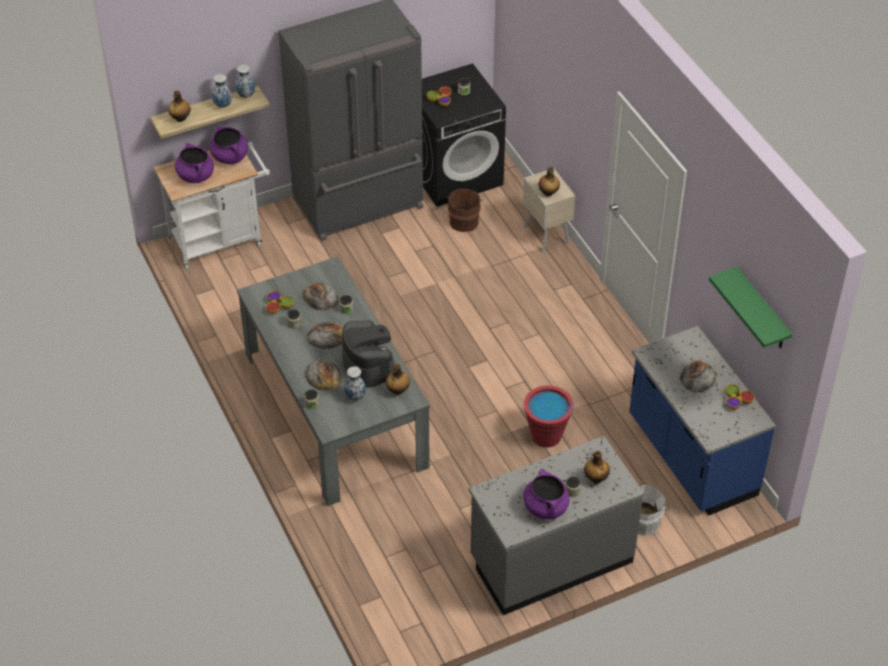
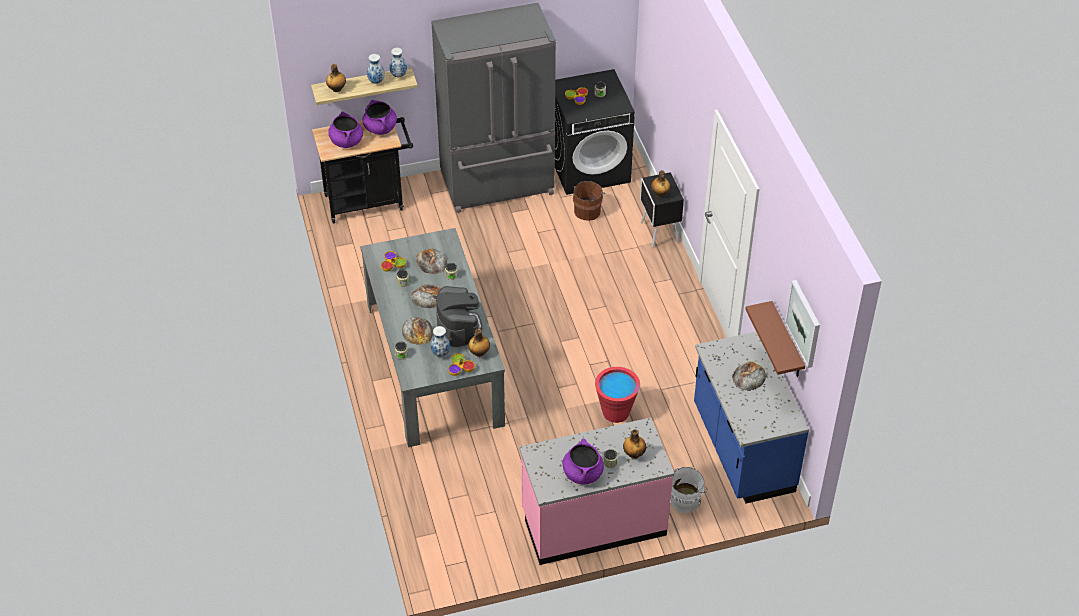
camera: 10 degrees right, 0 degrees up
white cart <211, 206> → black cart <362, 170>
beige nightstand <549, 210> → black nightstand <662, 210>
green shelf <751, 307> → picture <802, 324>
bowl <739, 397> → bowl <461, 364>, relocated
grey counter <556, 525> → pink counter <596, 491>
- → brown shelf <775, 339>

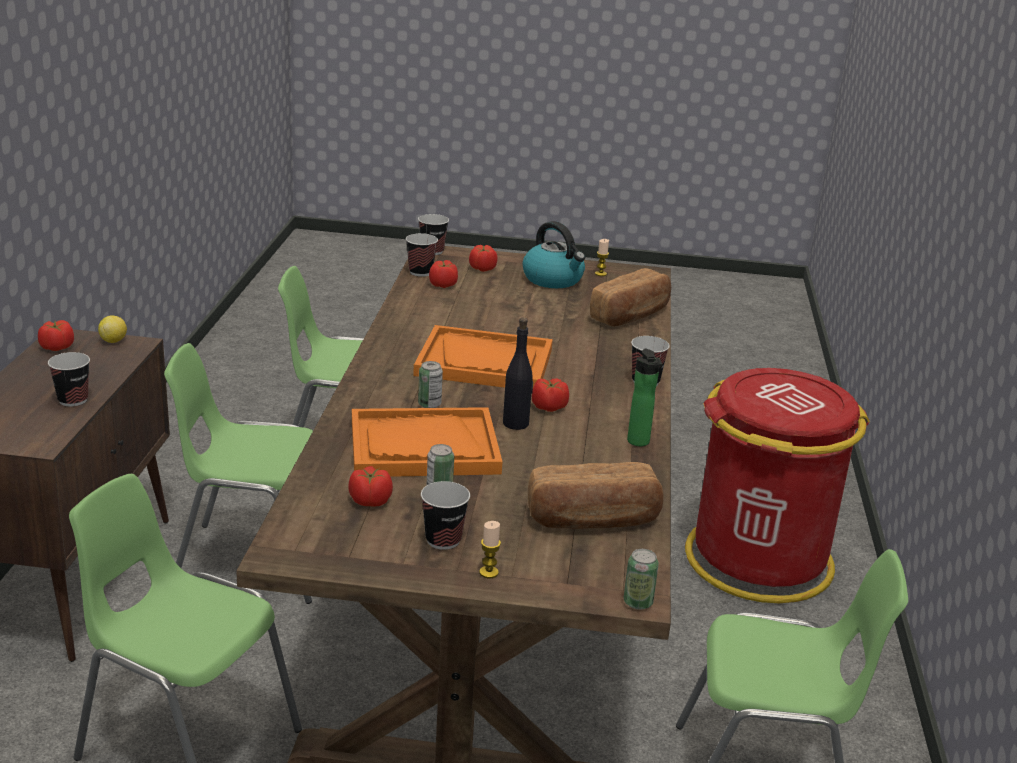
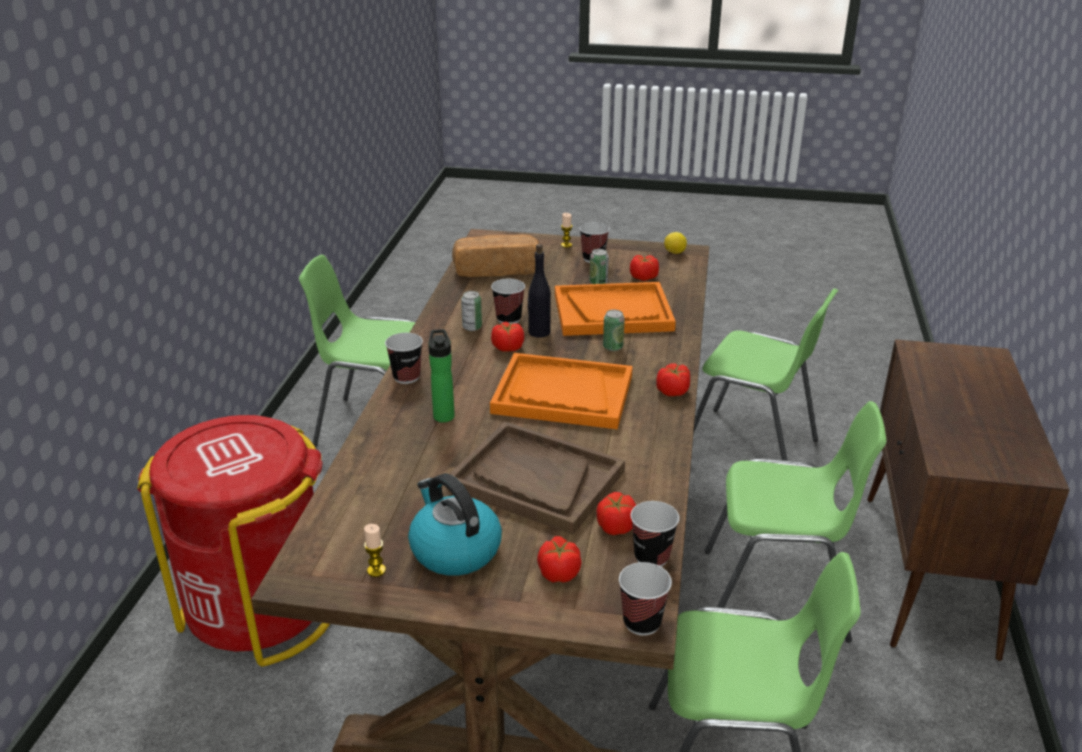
camera: 175 degrees left, 5 degrees up
bread <630, 297> → -
lemon <112, 329> → lemon <675, 243>, relocated
tomato <56, 335> → tomato <673, 379>, relocated
bottle <644, 397> → bottle <441, 376>, relocated
cup <69, 379> → cup <508, 301>, relocated
can <641, 579> → can <471, 311>, relocated
- → brown tray <535, 478>

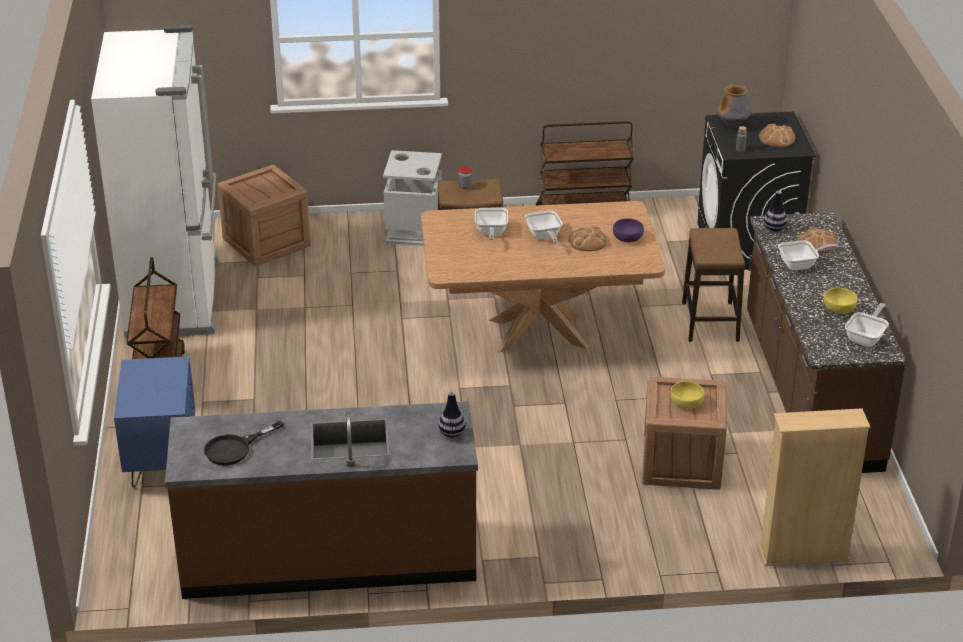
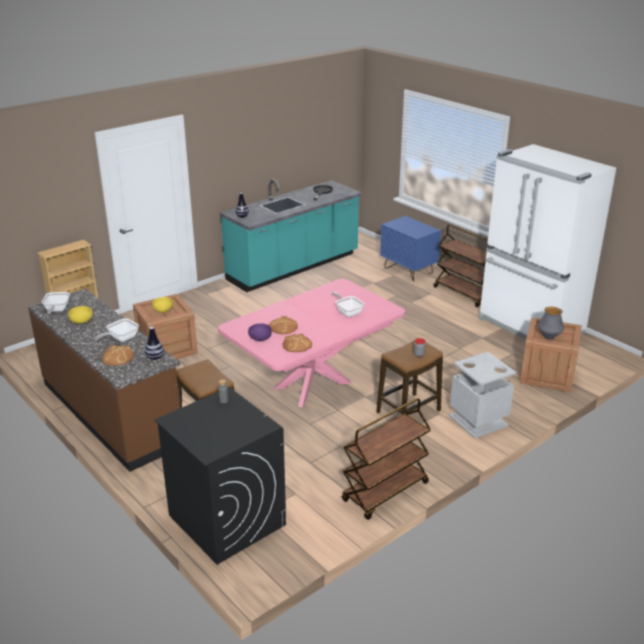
camera: 145 degrees right, 5 degrees down
vase <734, 106> → vase <551, 323>, relocated
bread <777, 135> → bread <297, 342>, relocated
brown dining table <543, 277> → pink dining table <311, 343>
frying pan <544, 227> → -
brown counter <321, 500> → turquoise counter <291, 235>

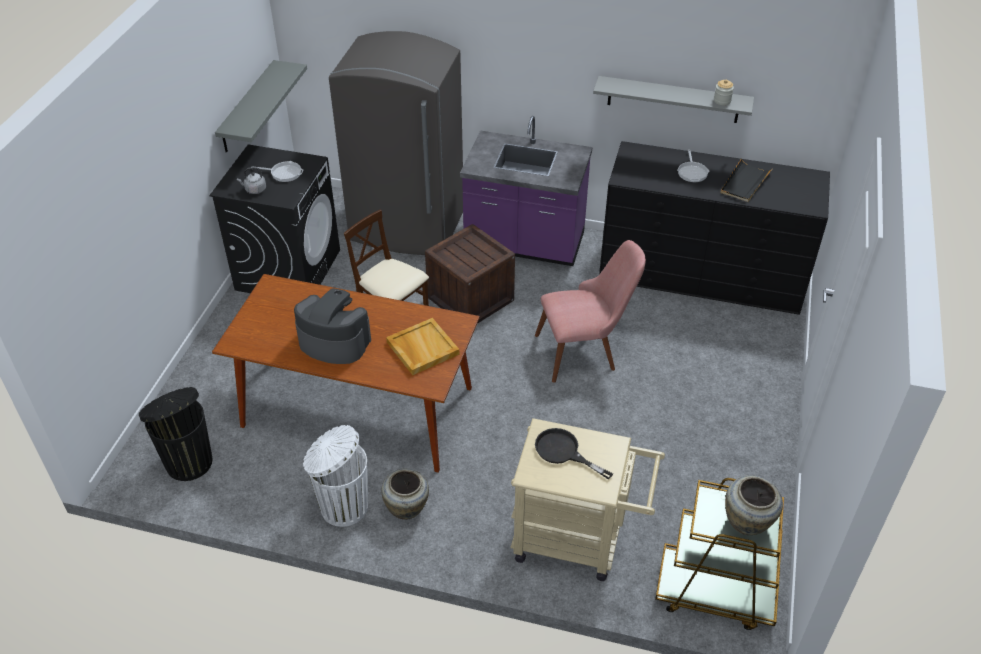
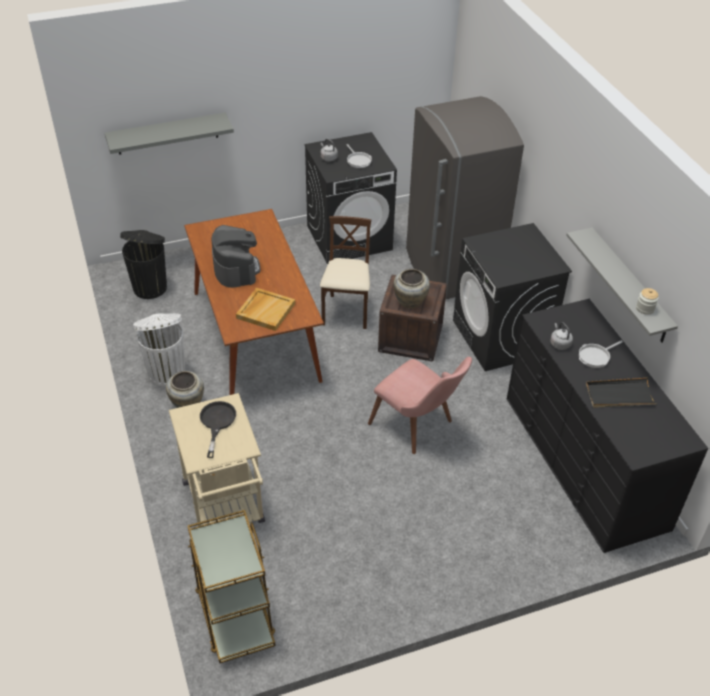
camera: 55 degrees right, 0 degrees up
grey shelf <261, 106> → grey shelf <169, 134>, relocated
purple counter <526, 191> → black washing machine <512, 297>
beige vase <754, 505> → beige vase <411, 289>, relocated
- → grey kettle <561, 336>

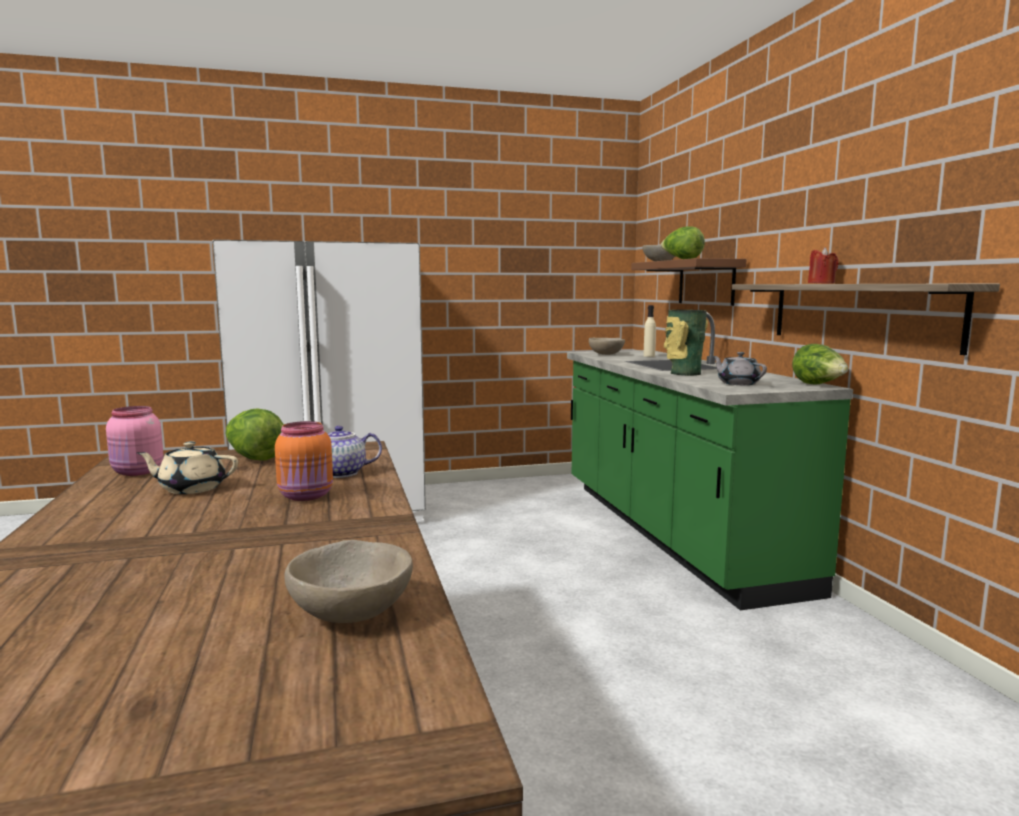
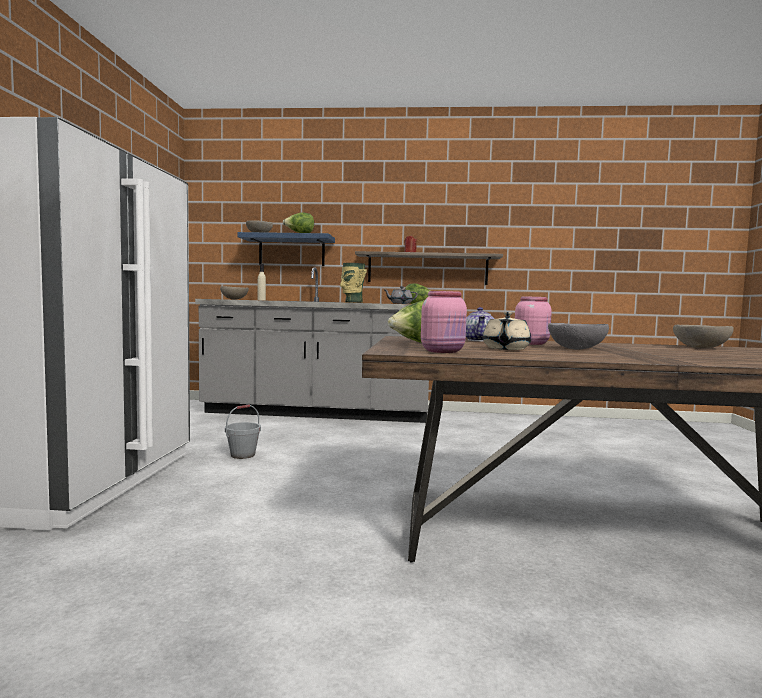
camera: 70 degrees left, 5 degrees down
brown shelf <689, 282> → blue shelf <286, 249>
green counter <710, 462> → grey counter <312, 345>
orange jar <304, 461> → pink jar <533, 321>
- → grey bowl <578, 336>
- → grey bucket <243, 432>

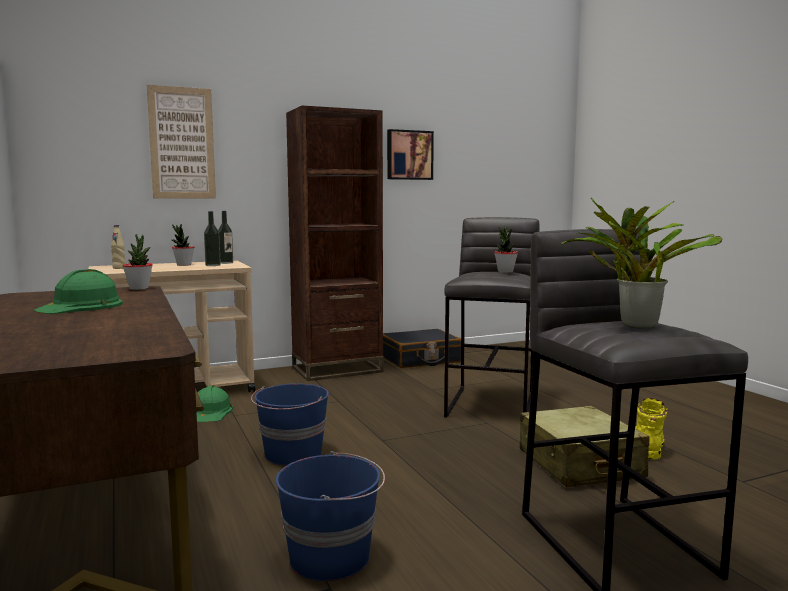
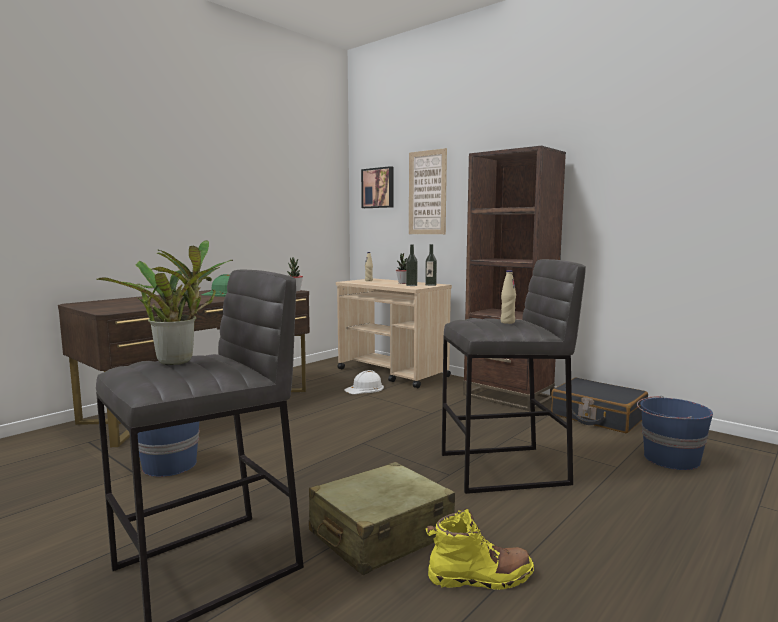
camera: 65 degrees right, 0 degrees up
picture <410, 154> → picture <377, 187>, relocated
potted plant <506, 250> → beige bottle <508, 297>
blue bucket <290, 424> → blue bucket <675, 432>, relocated
green hard hat <214, 403> → white hard hat <364, 382>

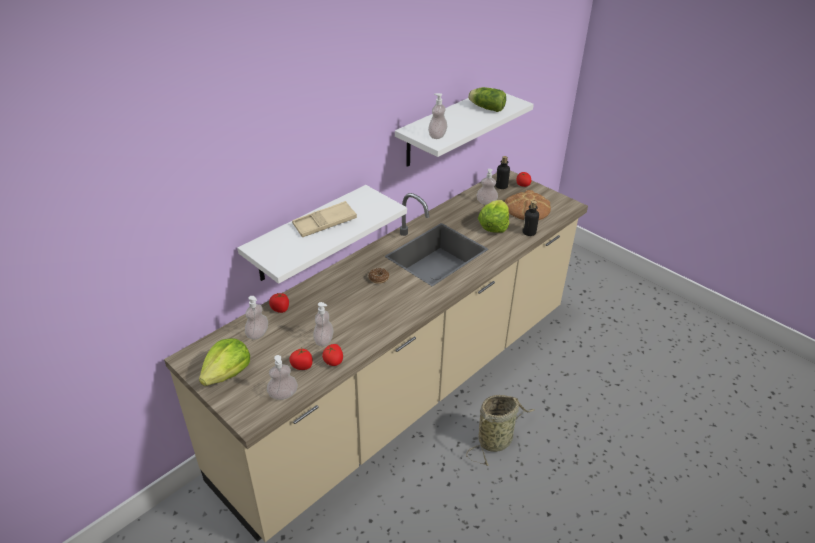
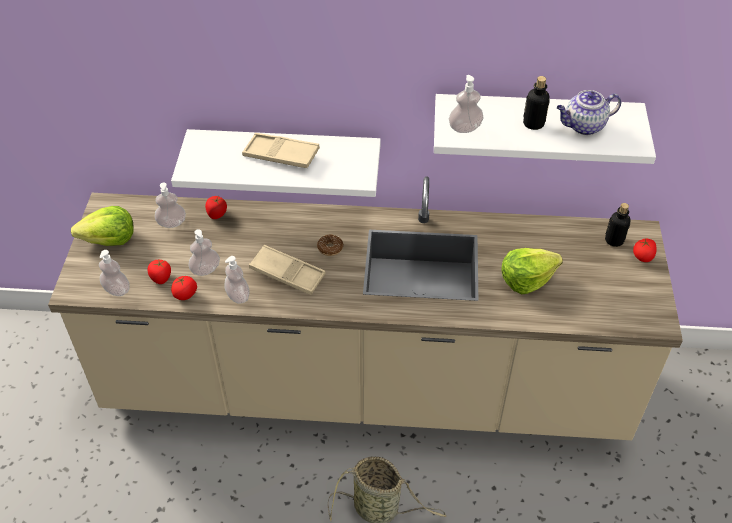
camera: 50 degrees right, 10 degrees up
lettuce <487, 99> → teapot <589, 112>
soap dispenser <487, 187> → soap dispenser <237, 280>, relocated
bread <528, 205> → -
bottle <530, 218> → bottle <536, 103>, relocated
- → beige tray <287, 270>

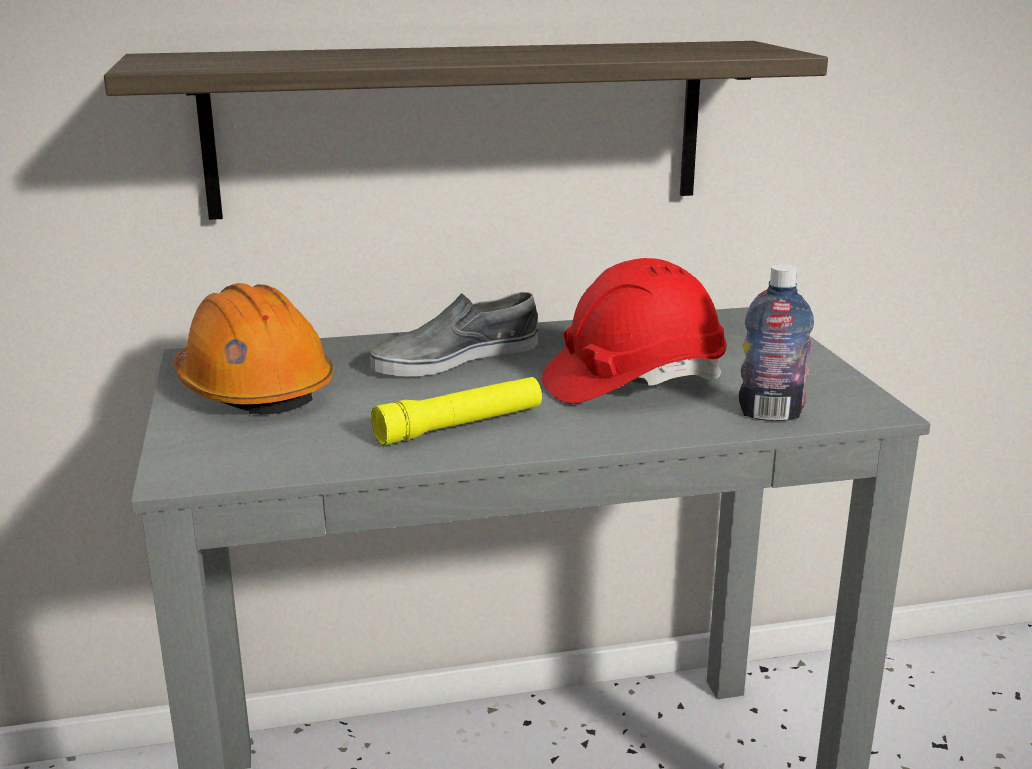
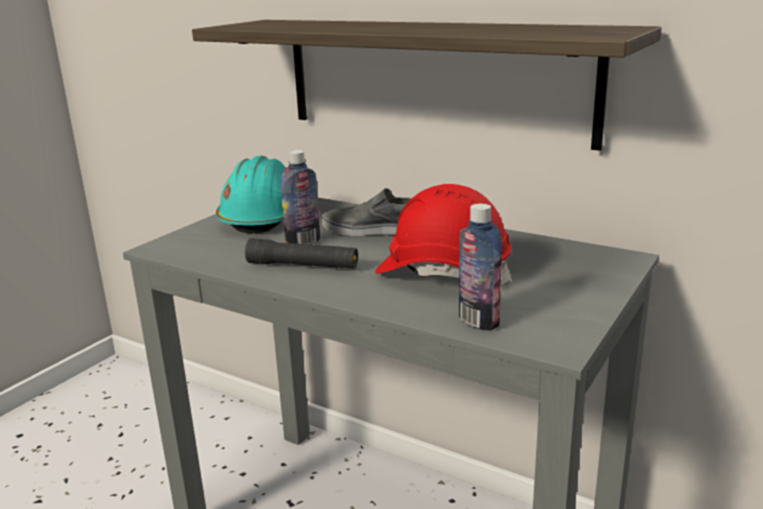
camera: 45 degrees right, 0 degrees up
orange hard hat <253, 349> → turquoise hard hat <251, 195>
yellow flashlight <456, 411> → black flashlight <301, 253>
- → bottle <300, 197>

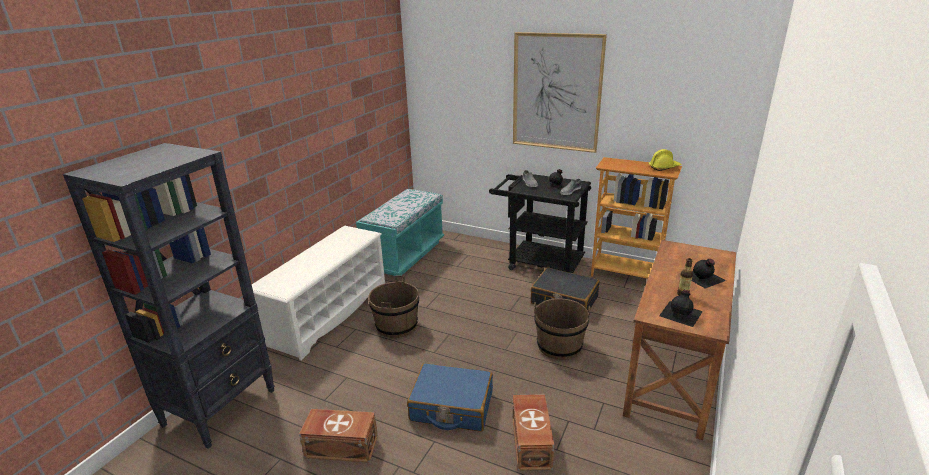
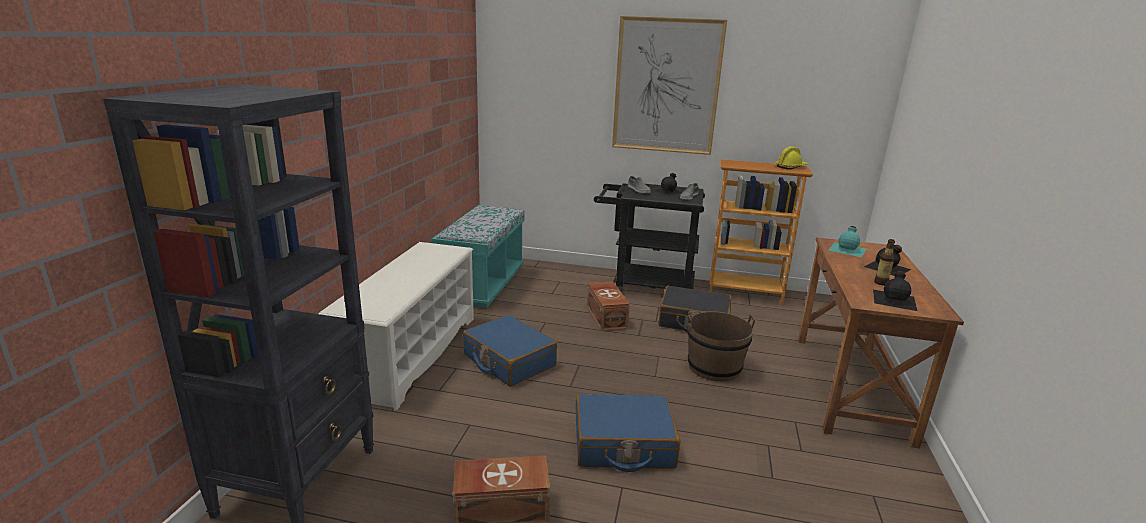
camera: 15 degrees left, 5 degrees down
brown bucket <393, 307> → blue suitcase <510, 351>
brown storage box <533, 432> → brown storage box <608, 306>, relocated
- → turquoise bottle <847, 241>

